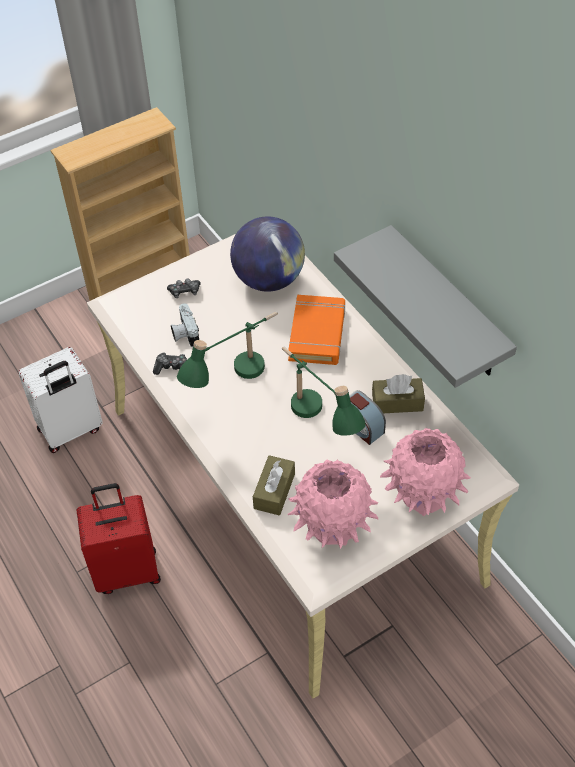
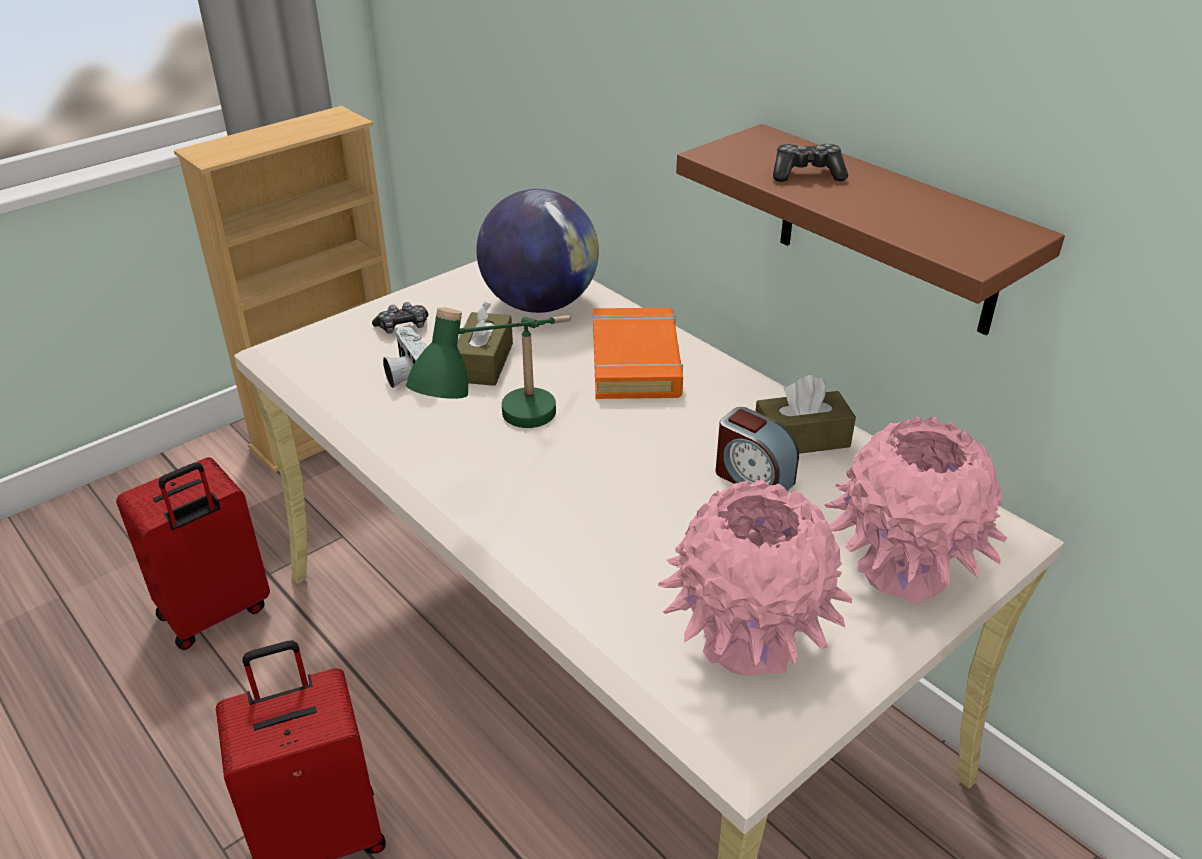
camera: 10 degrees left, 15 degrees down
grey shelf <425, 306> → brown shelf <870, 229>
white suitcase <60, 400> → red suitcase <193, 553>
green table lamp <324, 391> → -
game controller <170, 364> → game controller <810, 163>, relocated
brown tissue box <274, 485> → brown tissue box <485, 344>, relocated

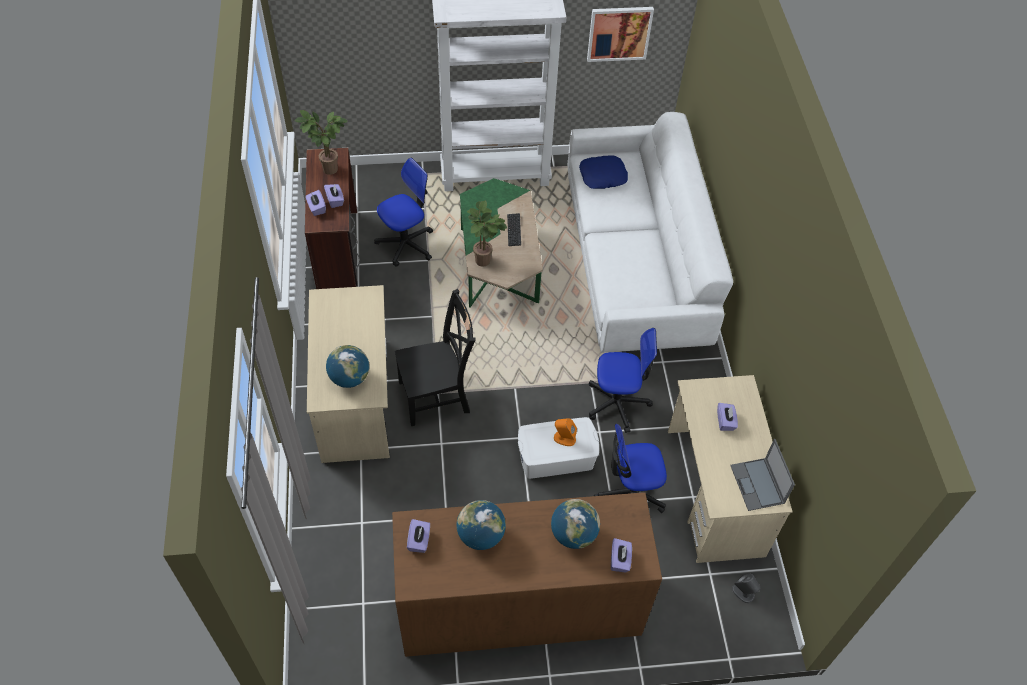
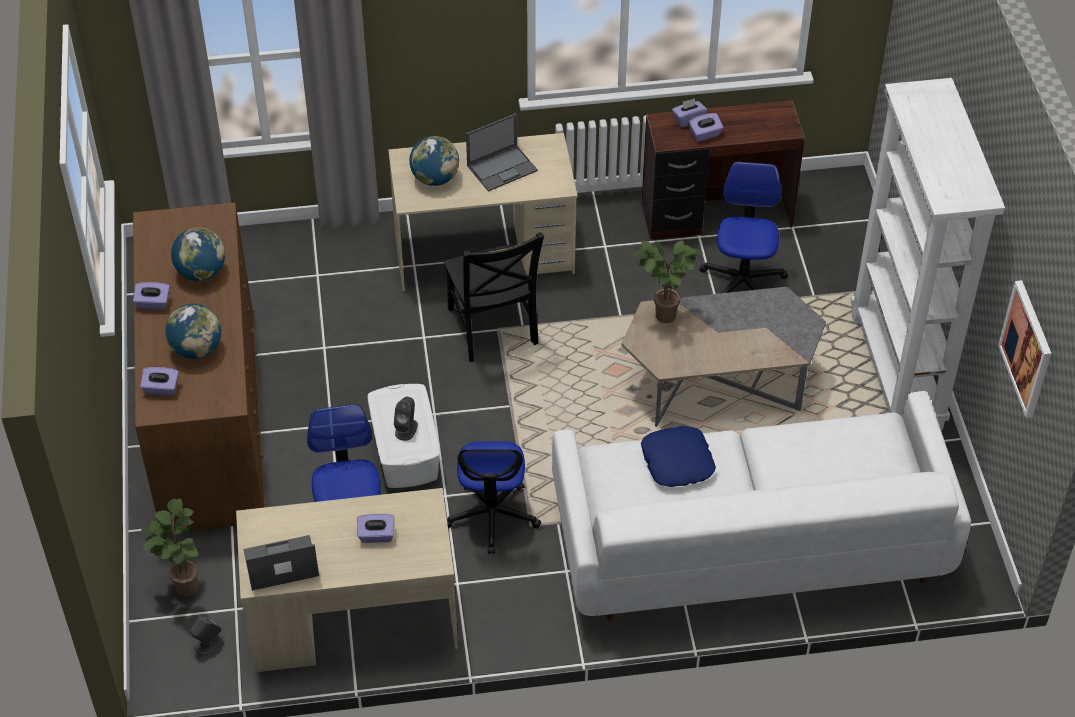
camera: 90 degrees right, 5 degrees down
potted plant <321, 142> → potted plant <169, 547>, relocated
blue pillow <603, 172> → blue pillow <678, 456>, relocated
office chair <403, 212> → office chair <743, 227>, 135 degrees counterclockwise
green coffee table <501, 243> → grey coffee table <723, 357>
keyboard <514, 229> → -
orange speaker <565, 432> → grey speaker <406, 419>
purple tissue box <418, 536> → purple tissue box <151, 296>, relocated
- → laptop <502, 152>

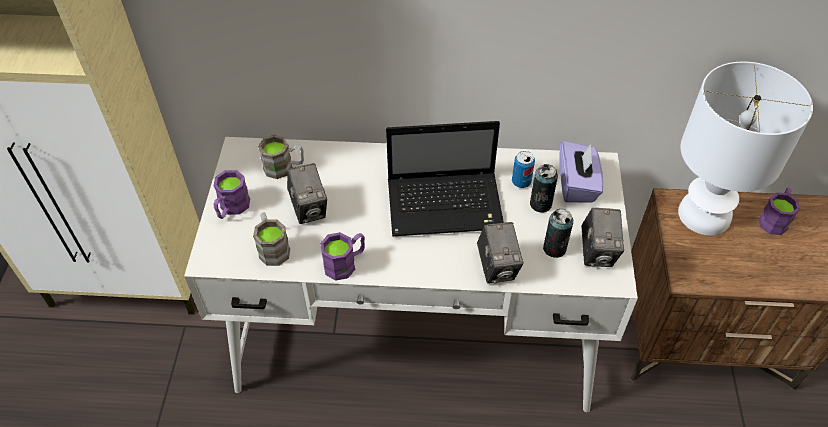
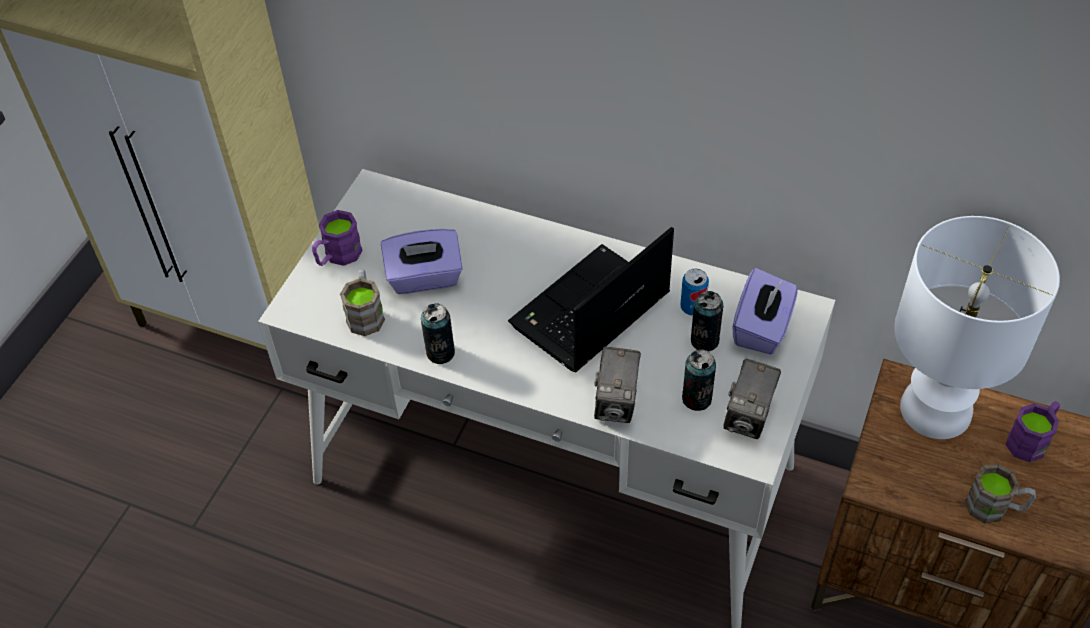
camera: 20 degrees right, 0 degrees up
laptop <445, 178> → laptop <591, 299>, 120 degrees clockwise
brown mug <281, 157> → brown mug <1000, 493>, relocated
photo camera <307, 193> → purple tissue box <421, 261>
purple mug <342, 256> → can <438, 333>

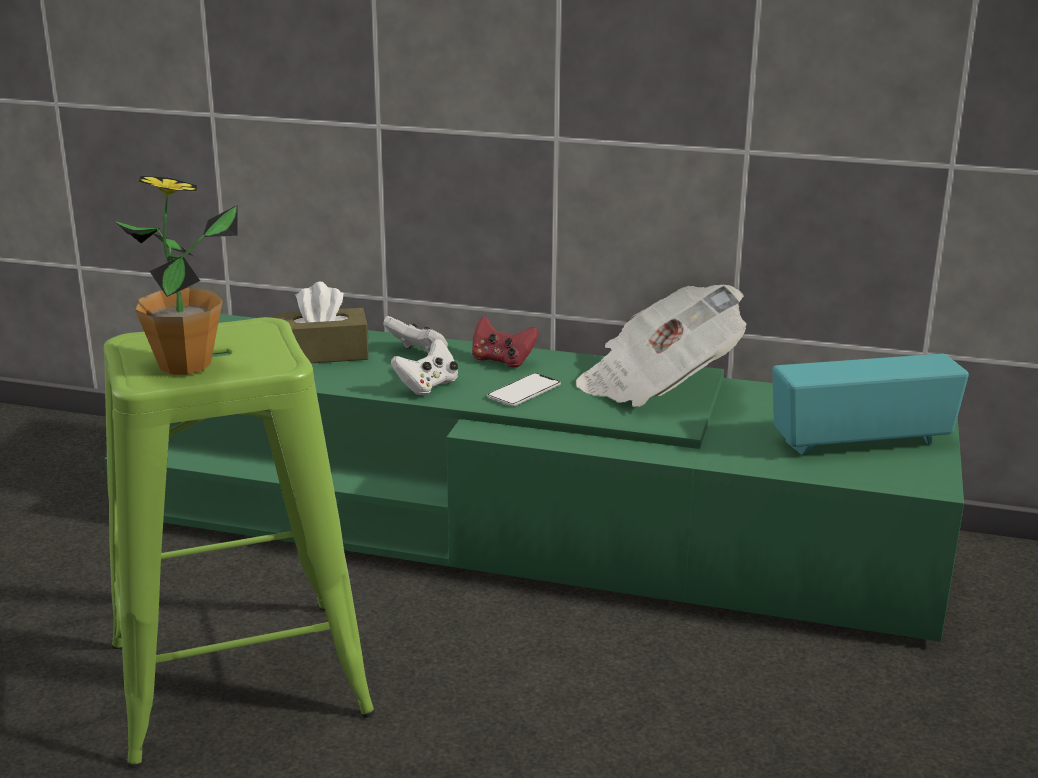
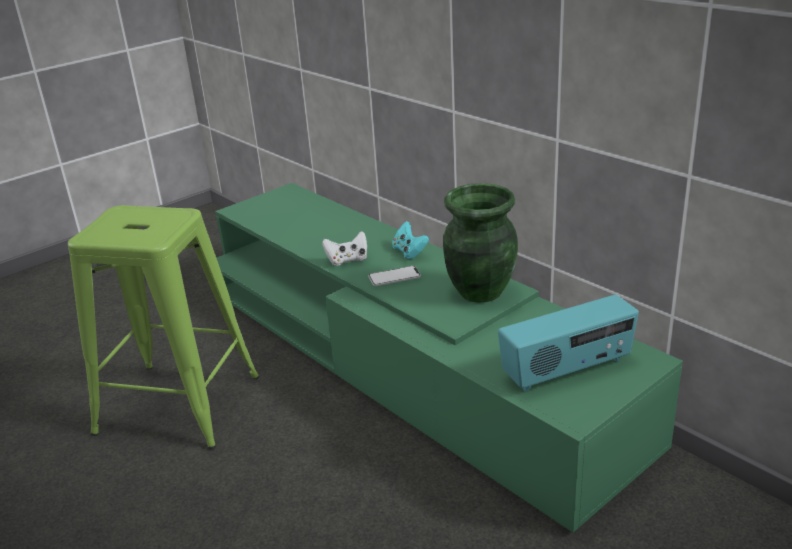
camera: 35 degrees right, 5 degrees up
potted plant <176, 275> → -
brown tissue box <322, 322> → -
newspaper <661, 346> → green vase <480, 243>
white game controller <415, 334> → -
red game controller <505, 342> → turquoise game controller <410, 240>
radio <870, 404> → radio <568, 343>, 135 degrees clockwise

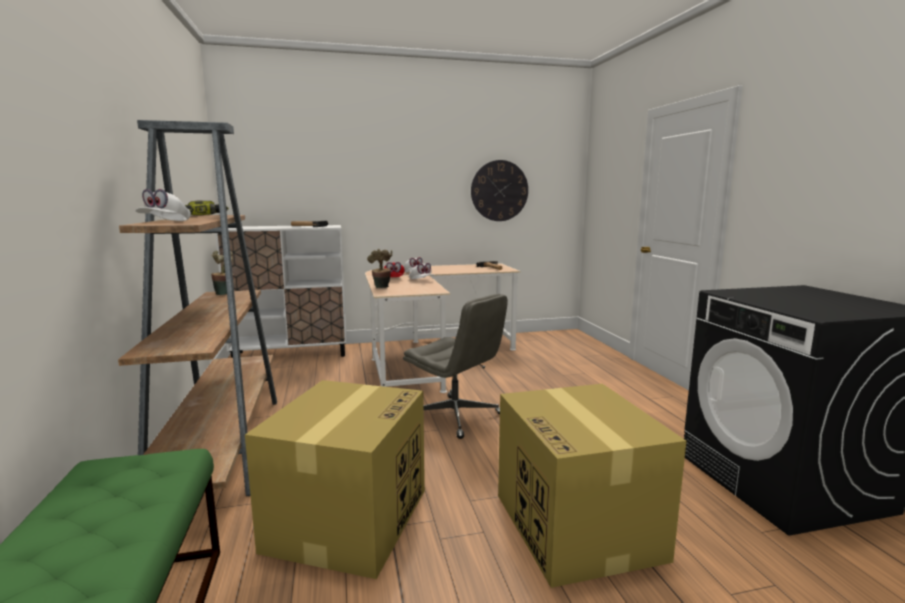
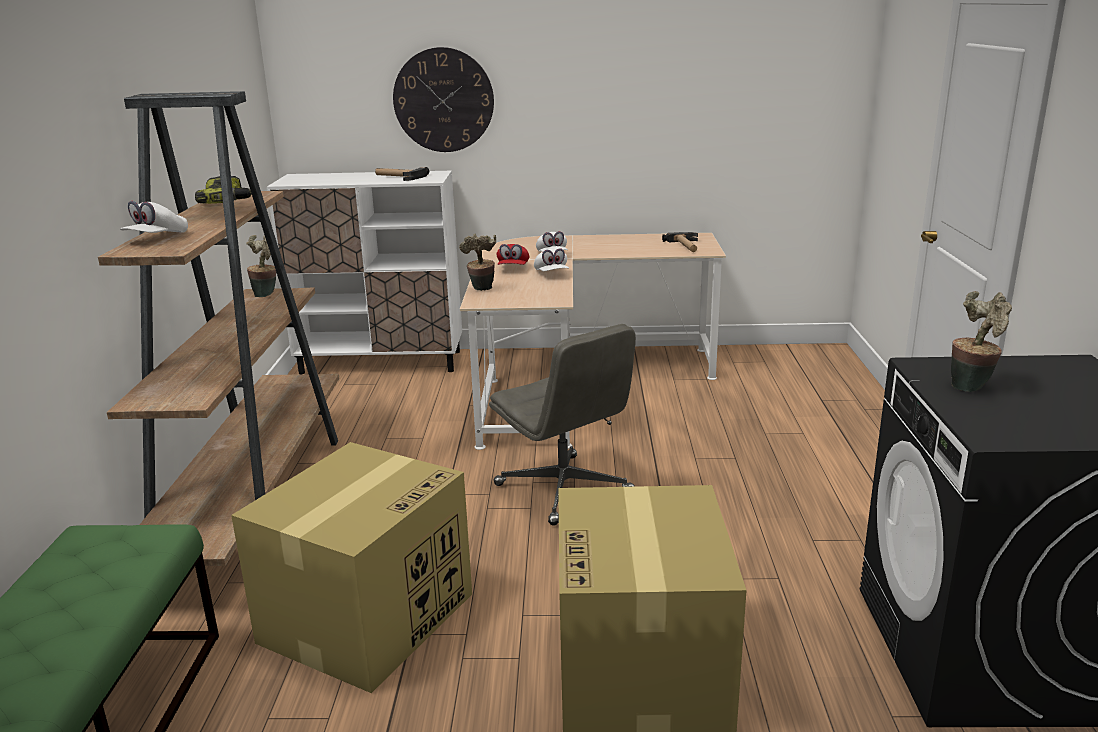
camera: 15 degrees right, 10 degrees up
wall clock <499, 190> → wall clock <443, 99>, relocated
- → potted plant <981, 341>

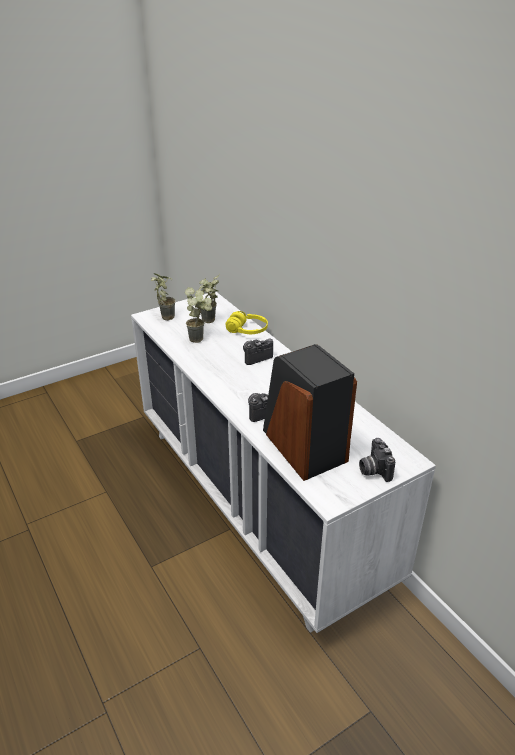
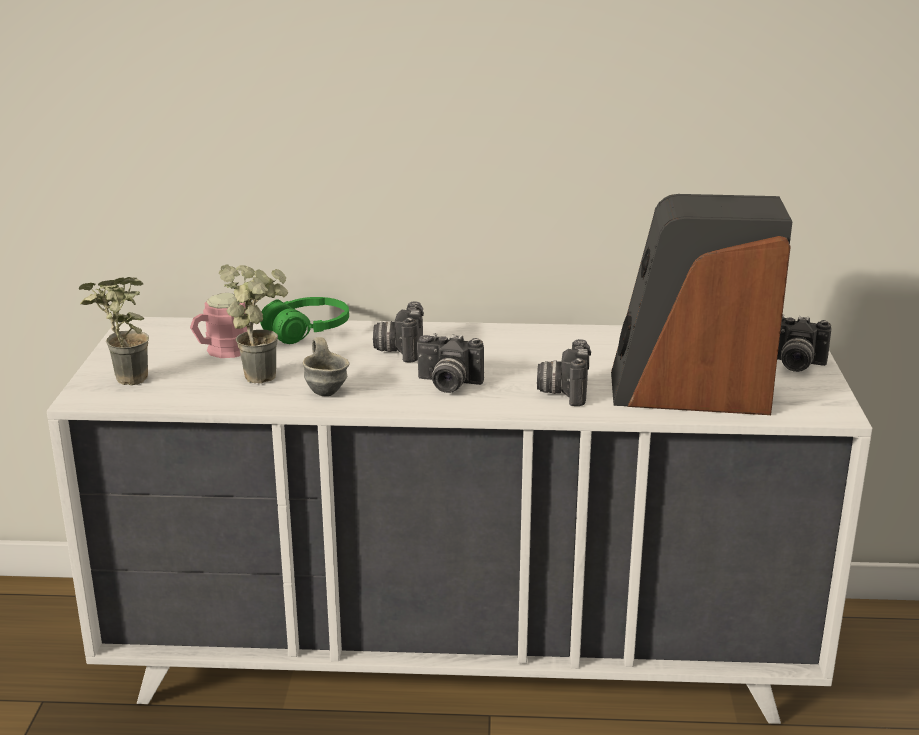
camera: 55 degrees left, 10 degrees down
potted plant <209, 298> → pink mug <218, 325>
yellow headphones <247, 322> → green headphones <304, 320>
- → photo camera <450, 363>
- → grey mug <326, 366>

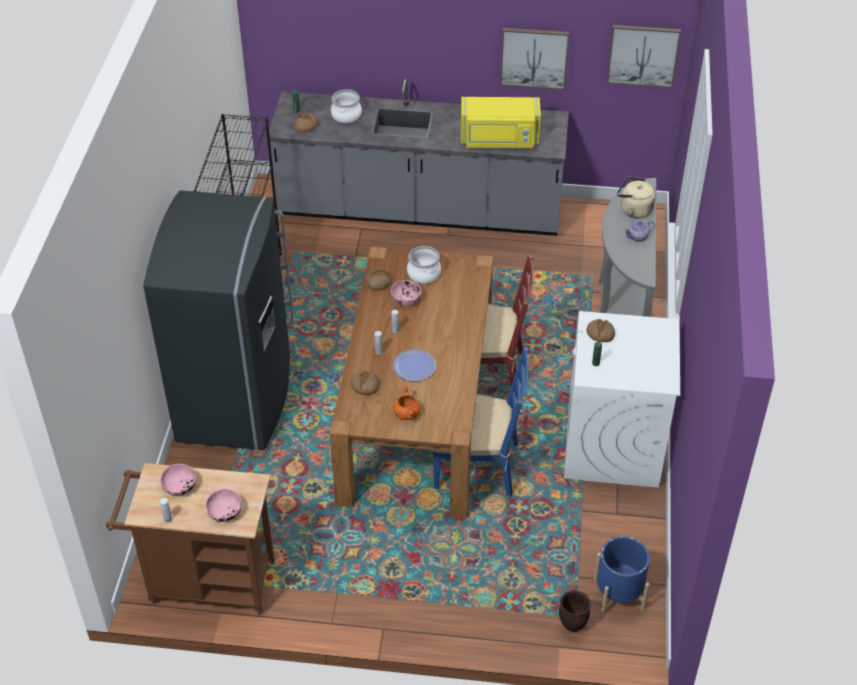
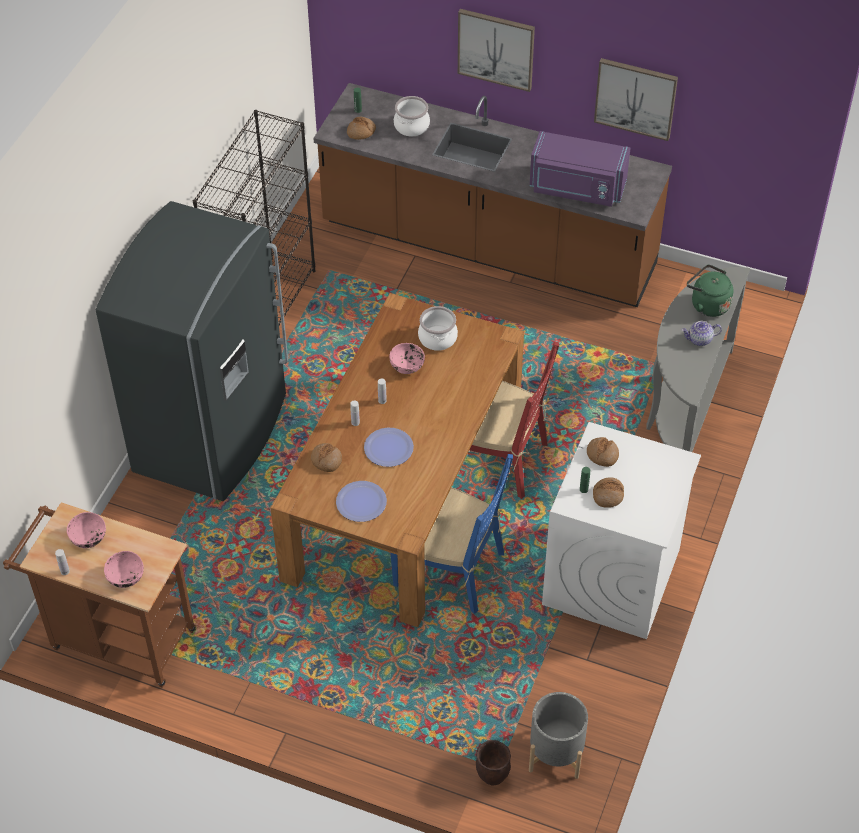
camera: 15 degrees right, 5 degrees up
picture <644, 56> → picture <496, 50>, relocated
grey counter <418, 157> → brown counter <492, 195>
yellow microwave <501, 122> → purple microwave <580, 169>
beige kettle <636, 197> → green kettle <710, 290>
bread <378, 279> → bread <608, 492>, relocated
orange cooking pot <407, 402> → plate <361, 501>
blue planter <622, 575> → grey planter <558, 735>

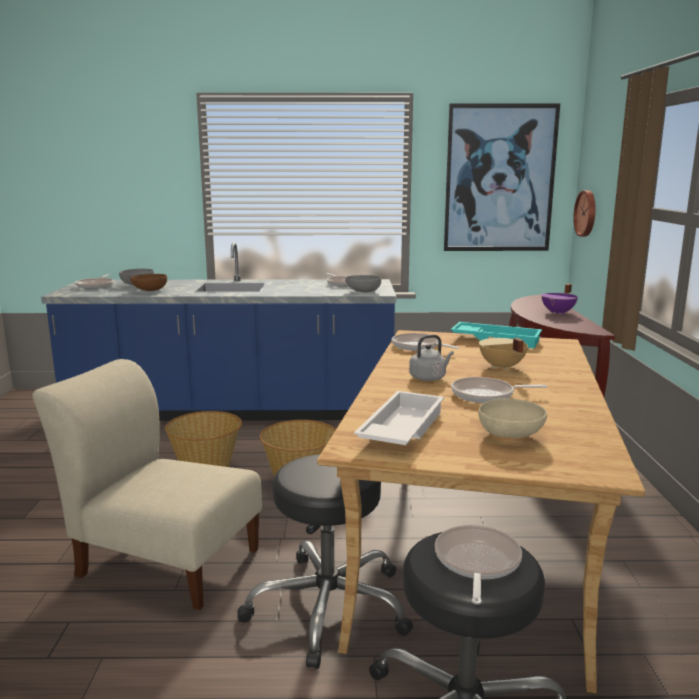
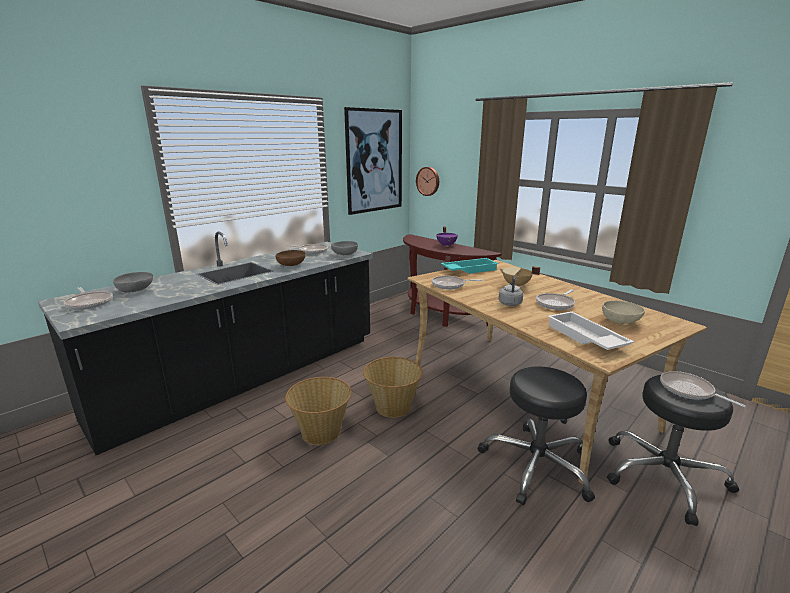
camera: 45 degrees left, 5 degrees up
blue counter <218, 331> → black counter <205, 343>
brown bowl <148, 282> → brown bowl <291, 258>, relocated
beige chair <147, 484> → -

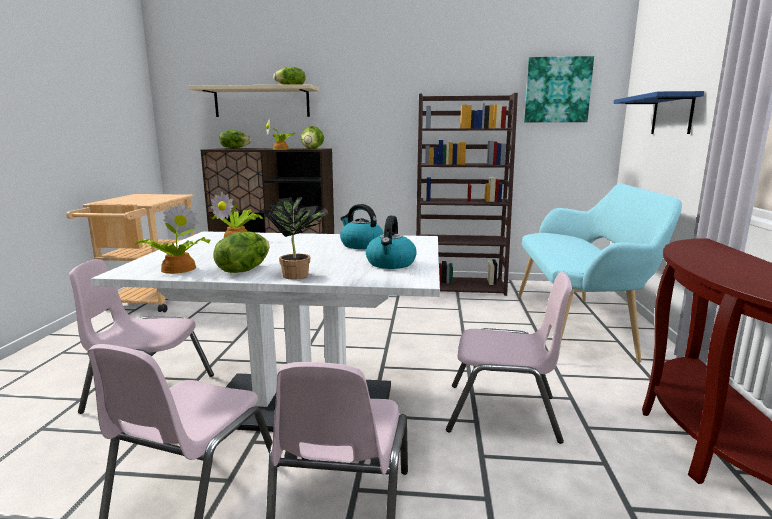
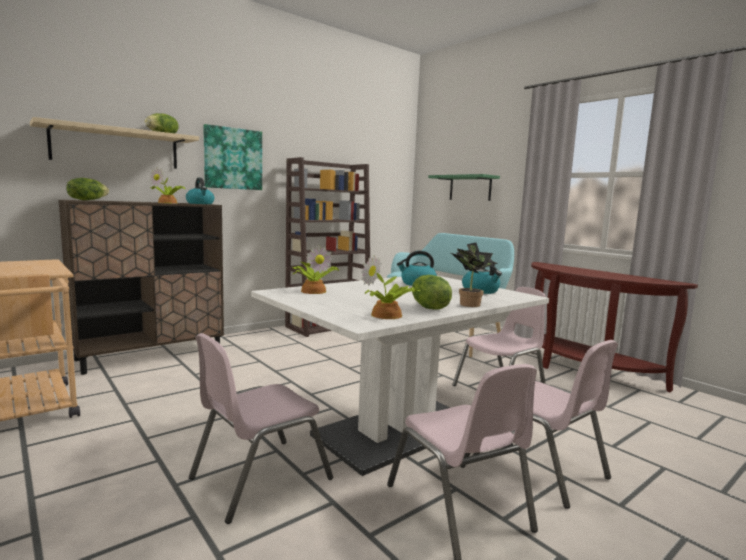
camera: 45 degrees left, 5 degrees down
picture <559, 89> → picture <232, 157>, relocated
blue shelf <659, 112> → green shelf <464, 187>
lettuce <312, 137> → kettle <200, 191>

